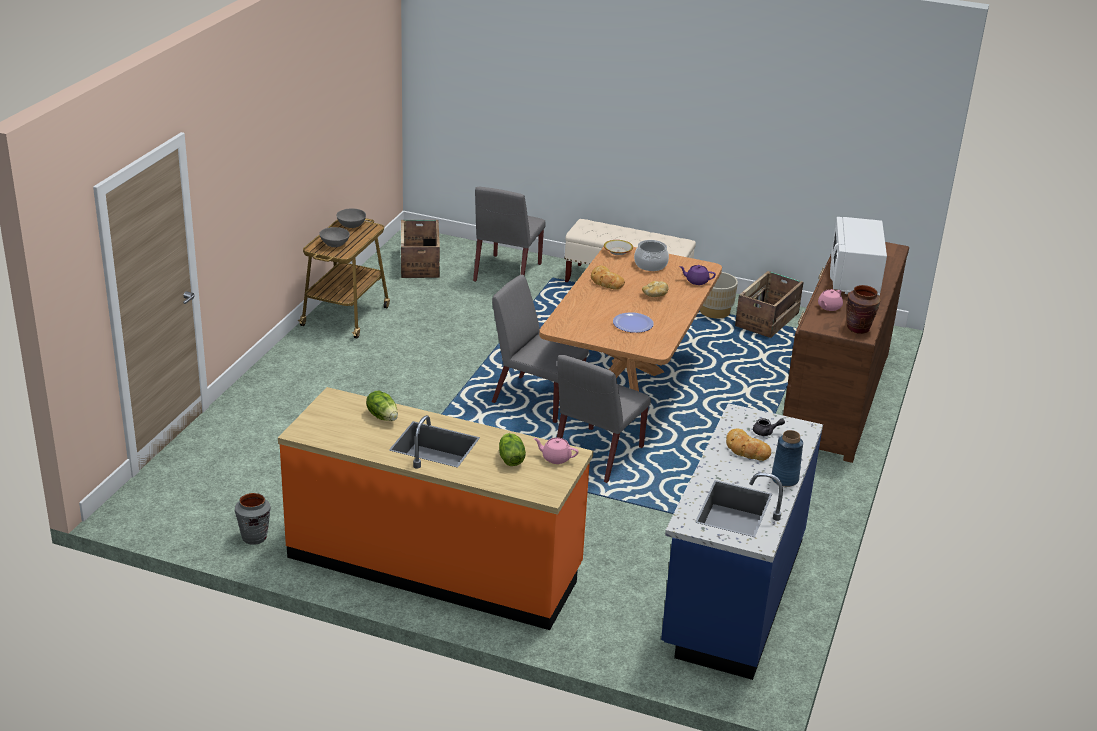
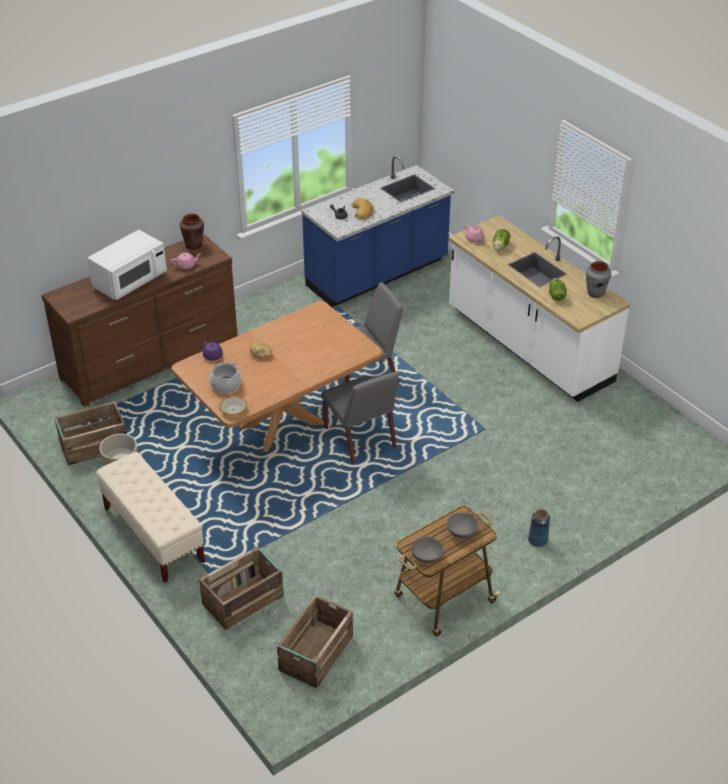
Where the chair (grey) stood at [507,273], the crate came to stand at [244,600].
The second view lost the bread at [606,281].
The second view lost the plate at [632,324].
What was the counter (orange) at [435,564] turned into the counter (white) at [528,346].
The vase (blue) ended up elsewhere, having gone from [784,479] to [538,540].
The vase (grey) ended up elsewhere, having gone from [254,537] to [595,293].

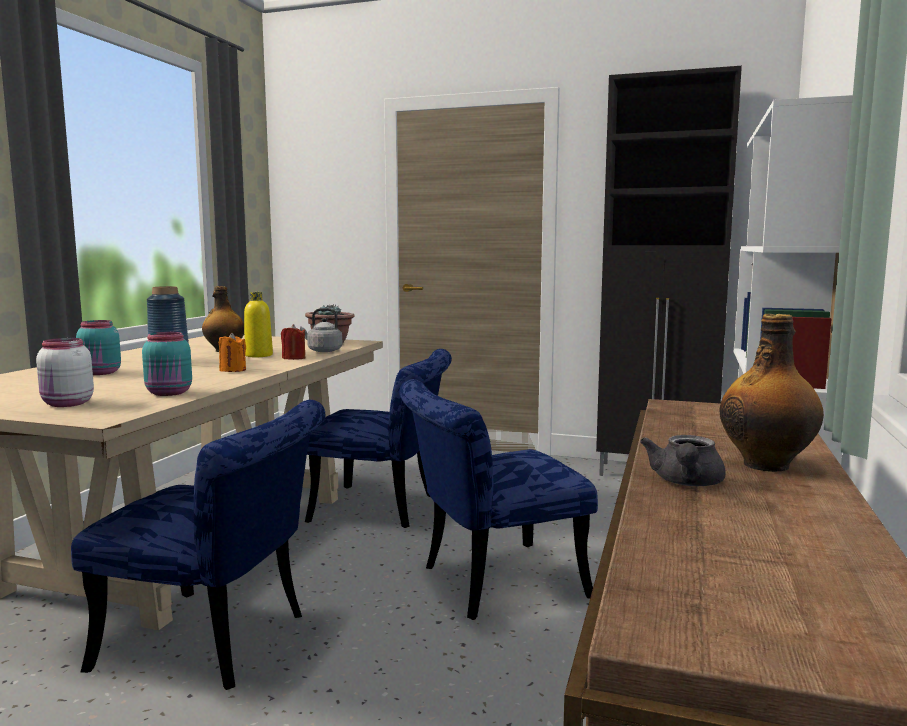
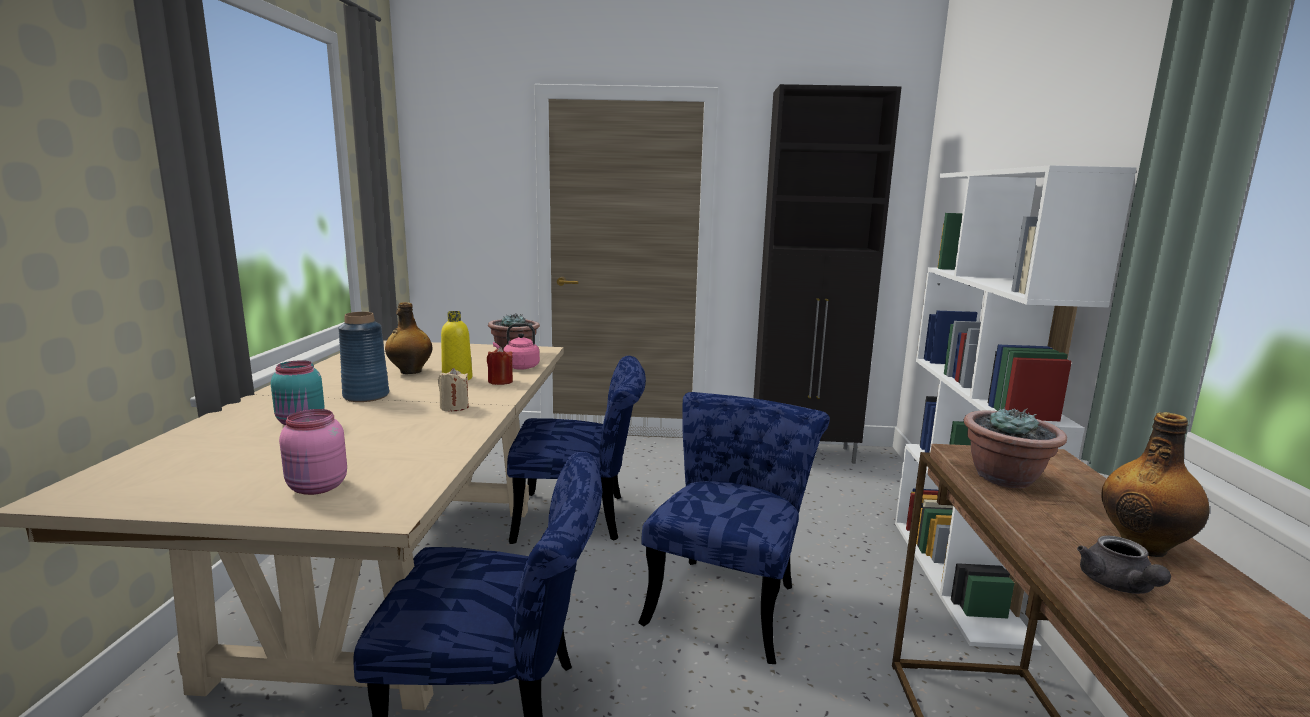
What was the kettle (grey) at [323,351] turned into the kettle (pink) at [519,367].
The second view lost the jar (turquoise) at [170,393].
What was the candle (orange) at [233,370] turned into the candle (beige) at [454,407].
What was the jar (white) at [67,404] turned into the jar (pink) at [317,487].
The chair (blue) at [490,583] ended up facing another way, 150 degrees clockwise from before.
The second view gained the potted plant at [1005,478].

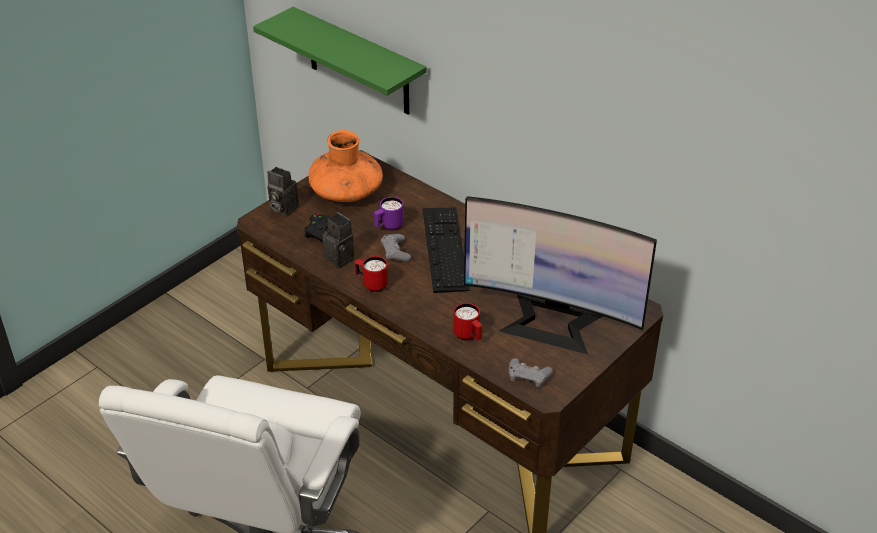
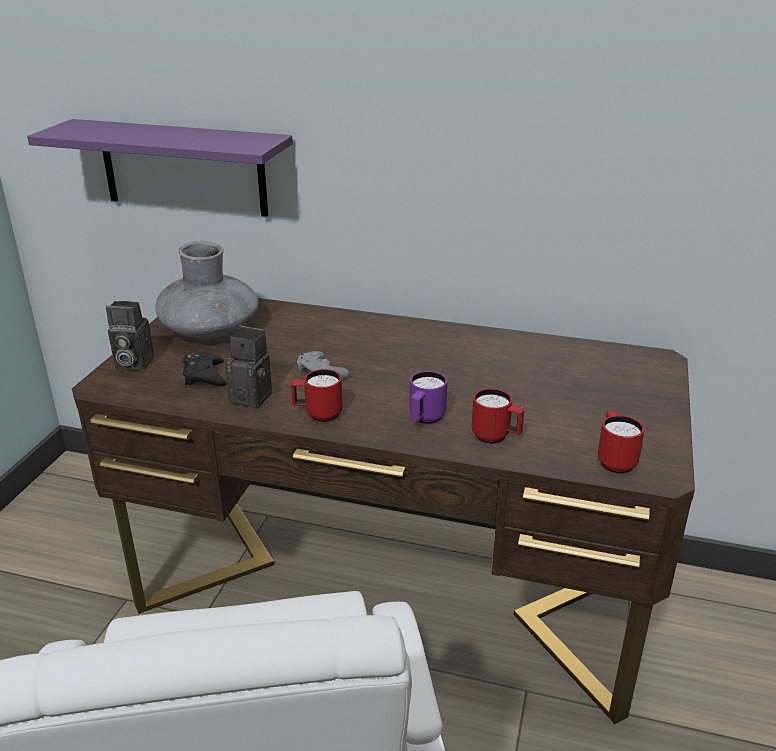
What was the shelf (green) at [358,63] turned into the shelf (purple) at [183,168].
What was the vase (orange) at [346,192] turned into the vase (grey) at [210,330].
The second view lost the monitor at [551,323].
The mug (purple) ended up elsewhere, having gone from [388,227] to [424,419].
The second view lost the keyboard at [445,248].
Where the game controller (grey) stood at [528,376], the mug (red) came to stand at [614,460].

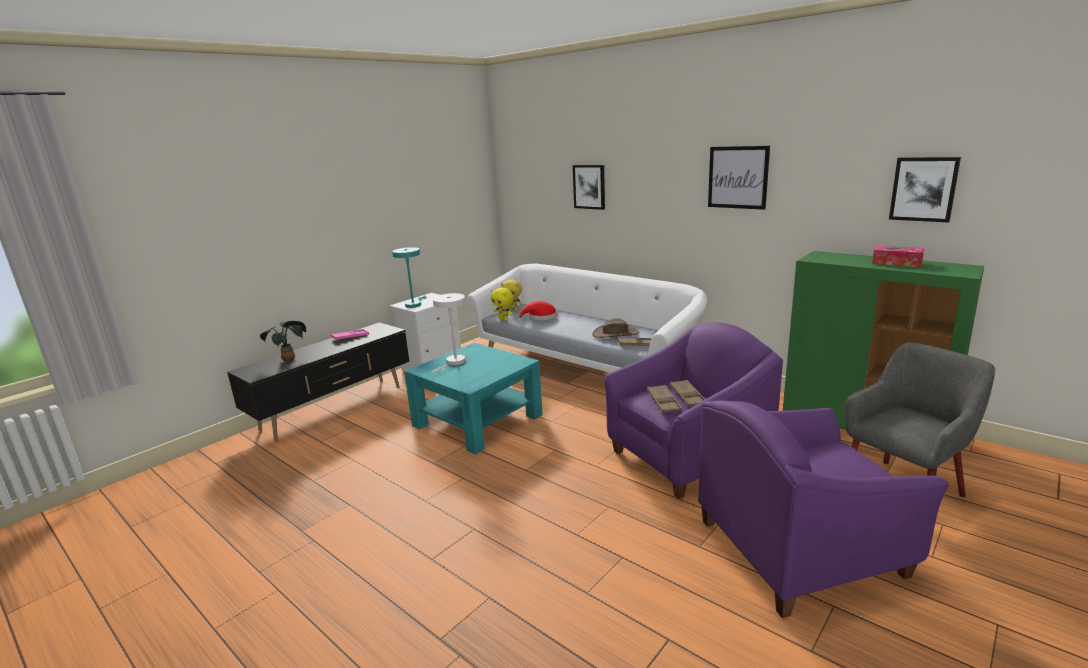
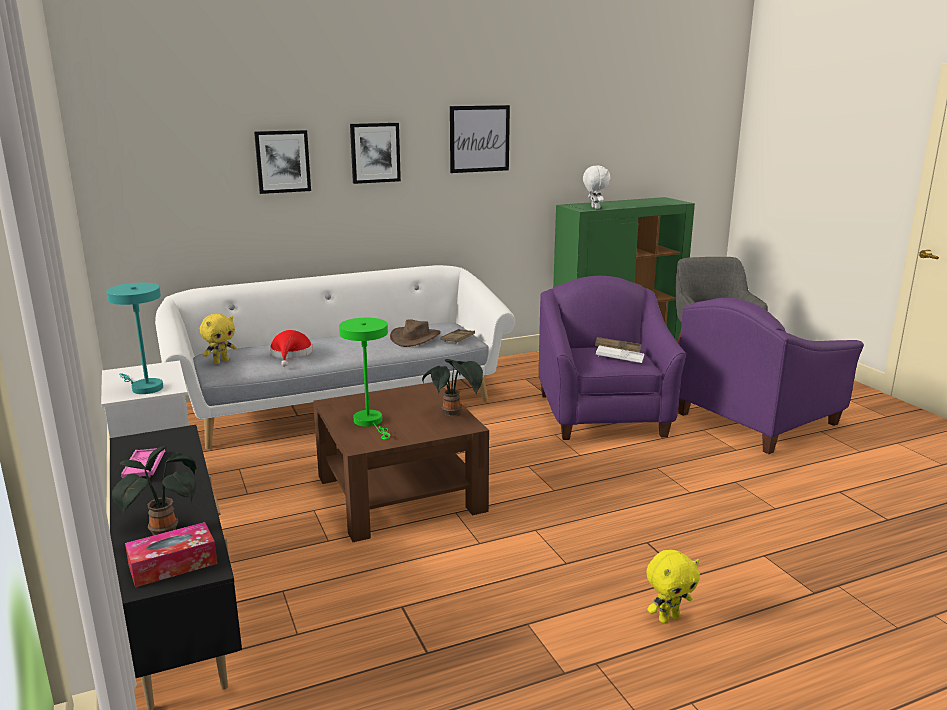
The picture ended up elsewhere, having gone from [923,189] to [375,152].
The tissue box ended up elsewhere, having gone from [896,263] to [173,564].
The plush toy (yellow) ended up elsewhere, having gone from [504,319] to [668,618].
What was the table lamp (white) at [453,363] turned into the table lamp (green) at [370,422].
What was the coffee table (turquoise) at [477,420] turned into the coffee table (brown) at [400,493].
What was the tray (brown) at [663,402] turned into the tray (white) at [619,358].
The armchair (purple) at [800,549] ended up facing another way, 45 degrees clockwise from before.
The second view gained the plush toy (white) at [594,208].
The second view gained the potted plant at [453,413].

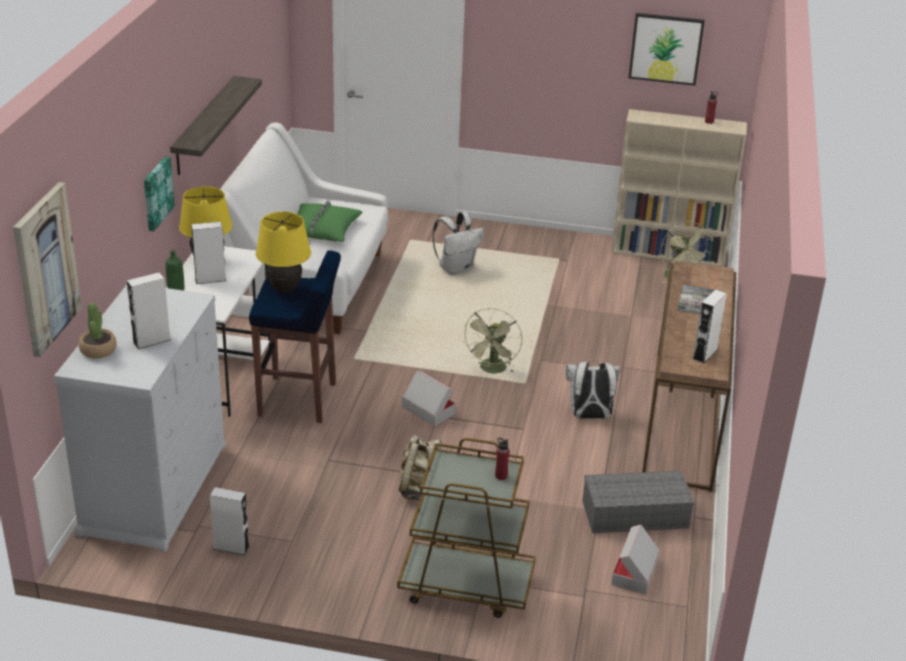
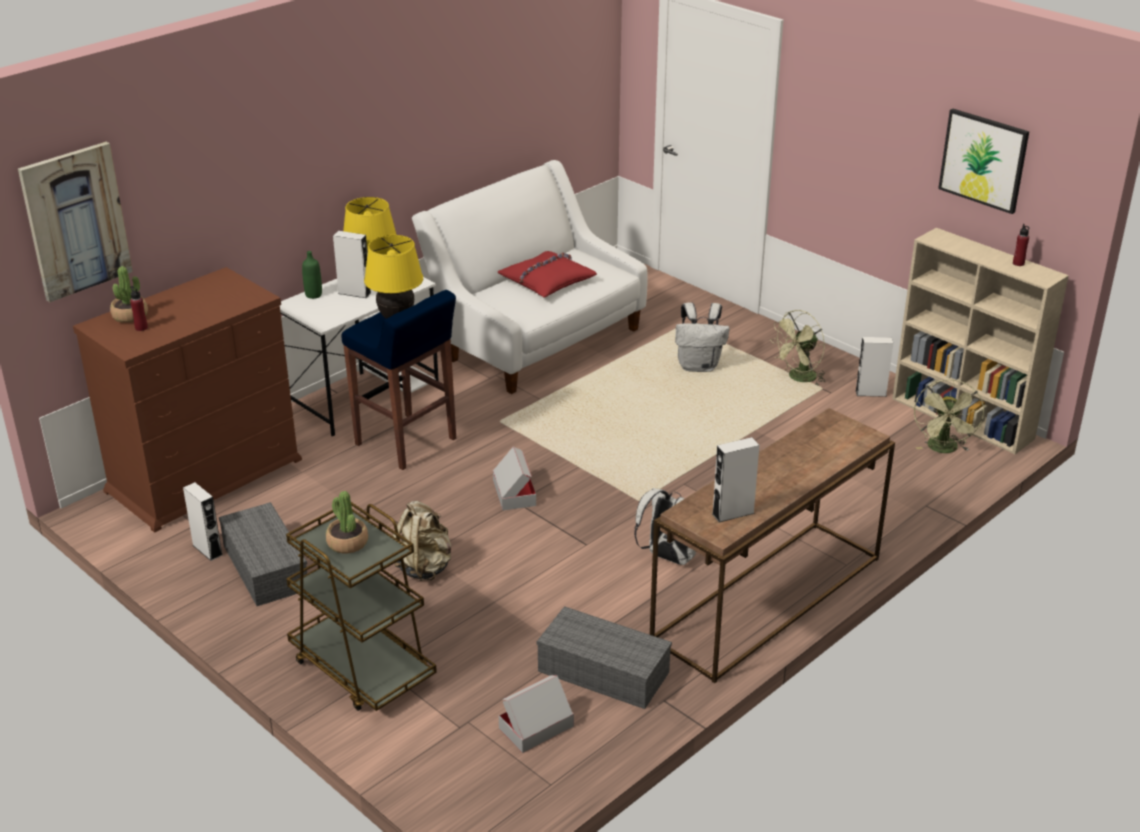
The second view lost the shelf at [204,125].
The second view lost the picture at [156,193].
What was the pillow (green) at [322,229] turned into the pillow (red) at [546,281].
The speaker (white) ended up elsewhere, having gone from [151,341] to [870,393].
What was the dresser (white) at [154,488] turned into the dresser (brown) at [205,475].
The second view lost the book at [696,301].
The fan (green) ended up elsewhere, having gone from [492,370] to [798,378].
The bottle (red) ended up elsewhere, having gone from [501,476] to [141,328].
The second view gained the potted plant at [347,543].
The second view gained the storage box (grey) at [264,567].

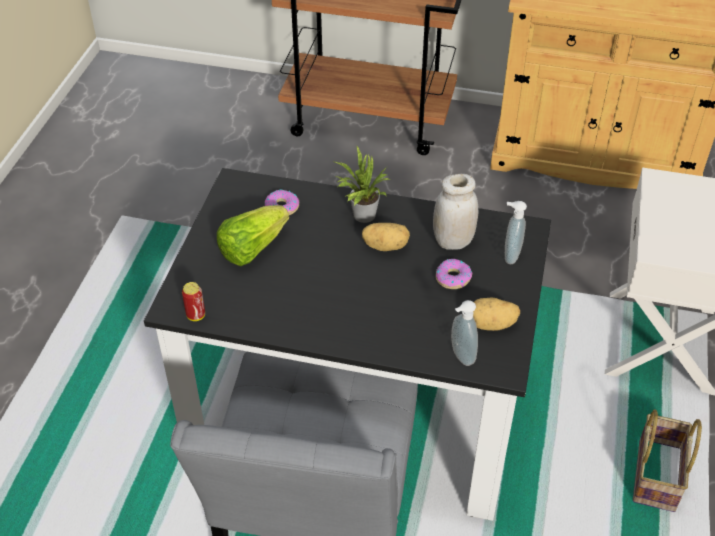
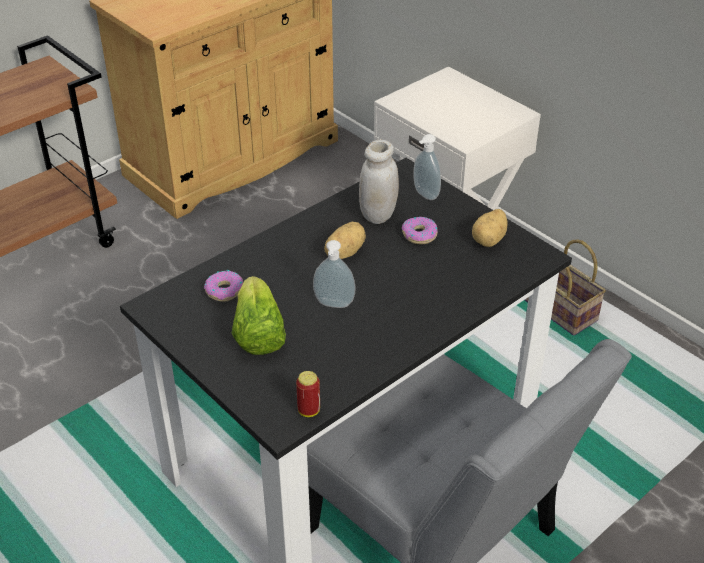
The second view lost the potted plant at [361,216].
The soap dispenser ended up elsewhere, having gone from [460,356] to [333,305].

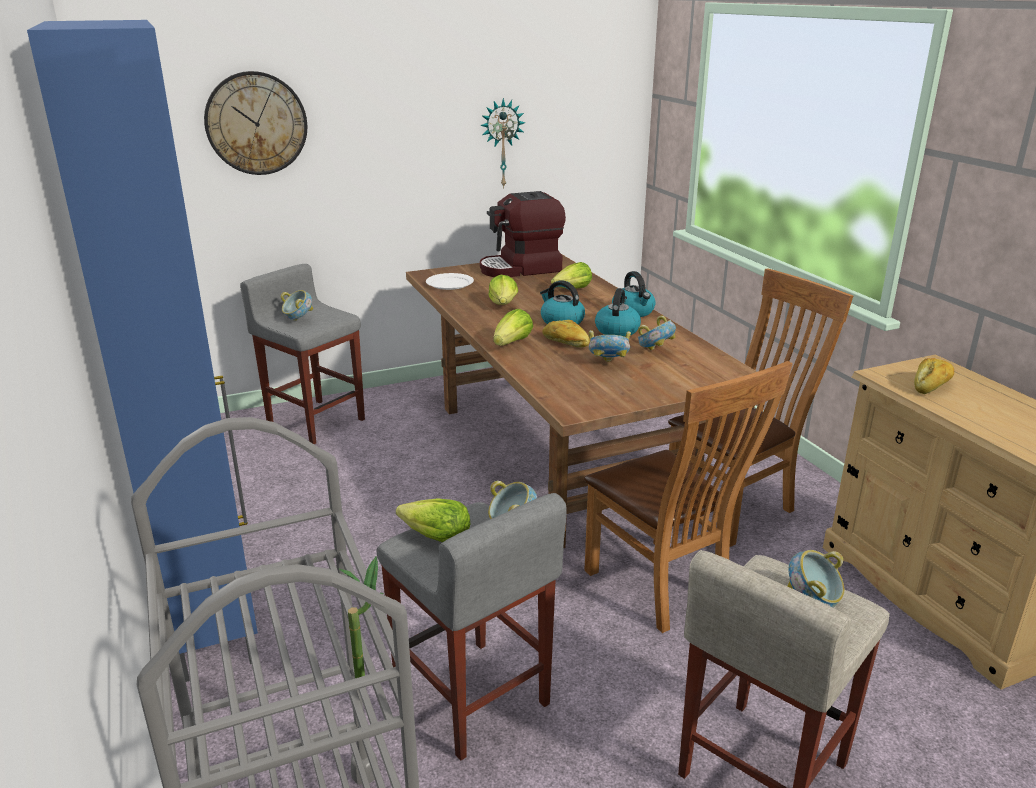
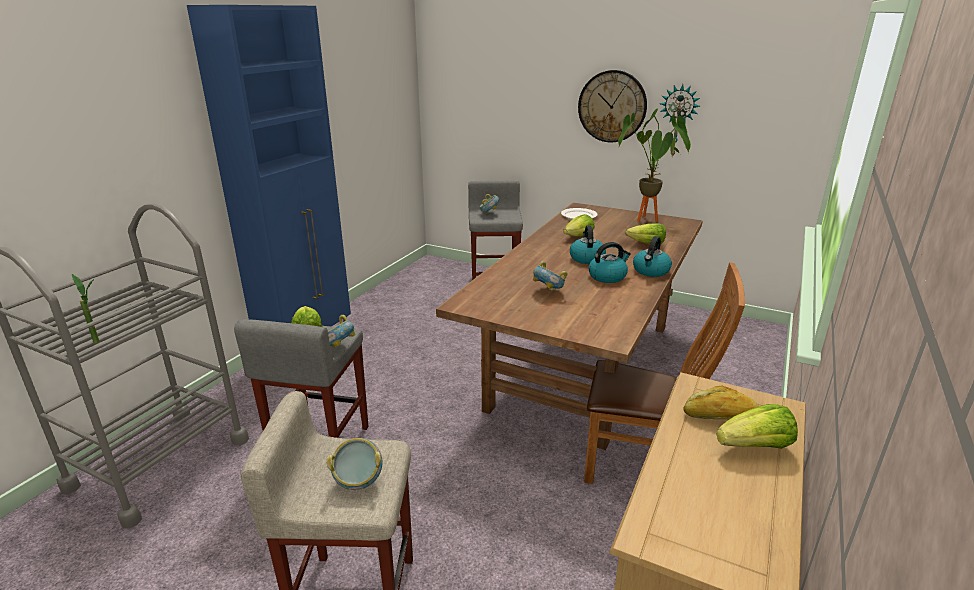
The wall clock ended up elsewhere, having gone from [256,123] to [612,106].
Where the coffee machine stood at [521,269], the potted plant came to stand at [646,221].
The lettuce ended up elsewhere, having gone from [512,343] to [756,447].
The second view lost the bowl at [655,351].
The second view lost the bread at [565,343].
The second view lost the chair (brown) at [663,589].

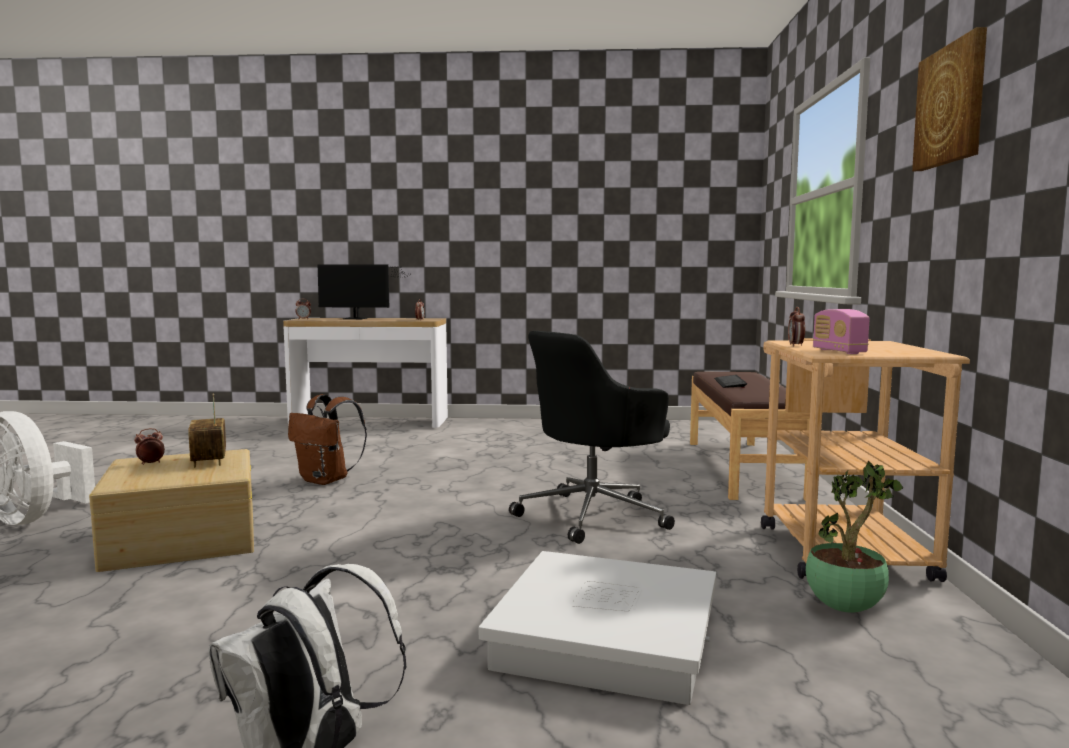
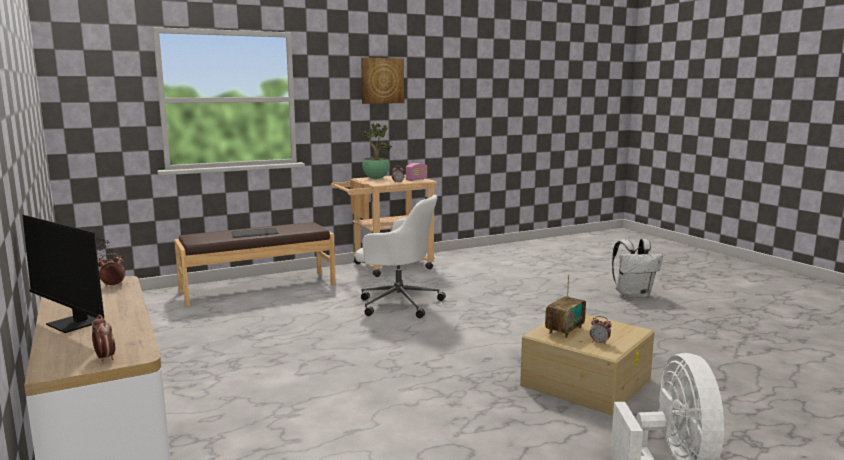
The monitor at [358,318] ended up facing another way, 150 degrees clockwise from before.
What was the office chair (black) at [594,515] turned into the office chair (white) at [398,303].
The second view lost the backpack (brown) at [327,480].
The potted plant ended up elsewhere, having gone from [845,608] to [375,178].
The second view lost the storage box (white) at [606,639].

